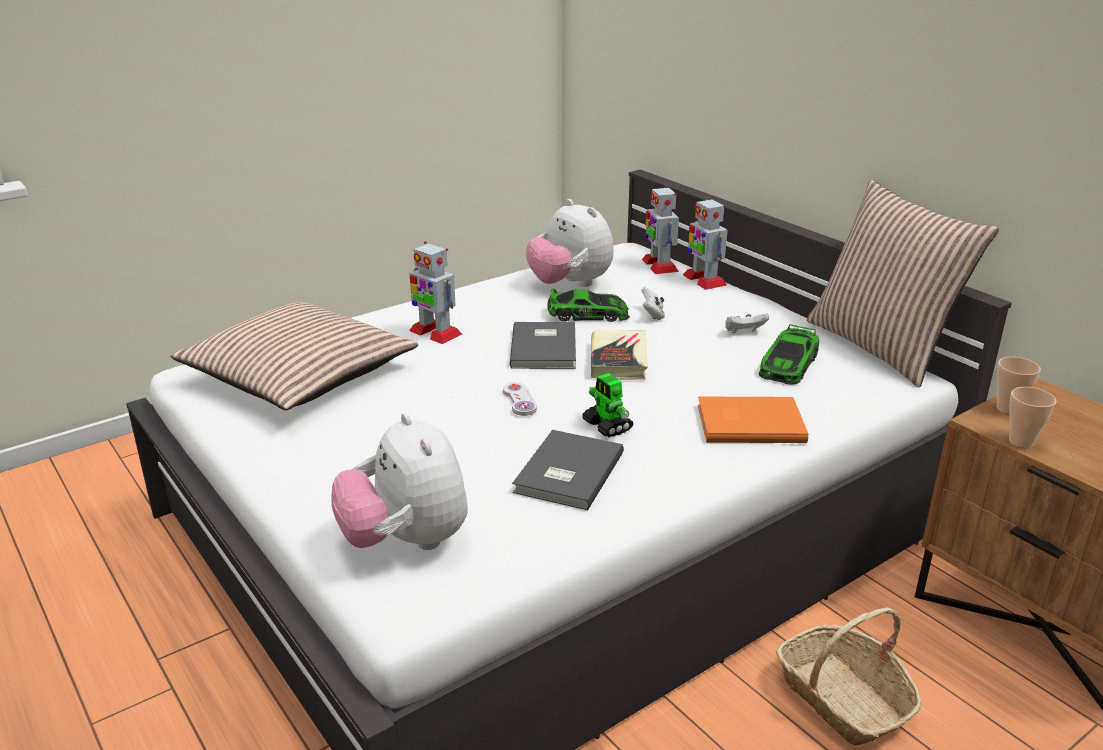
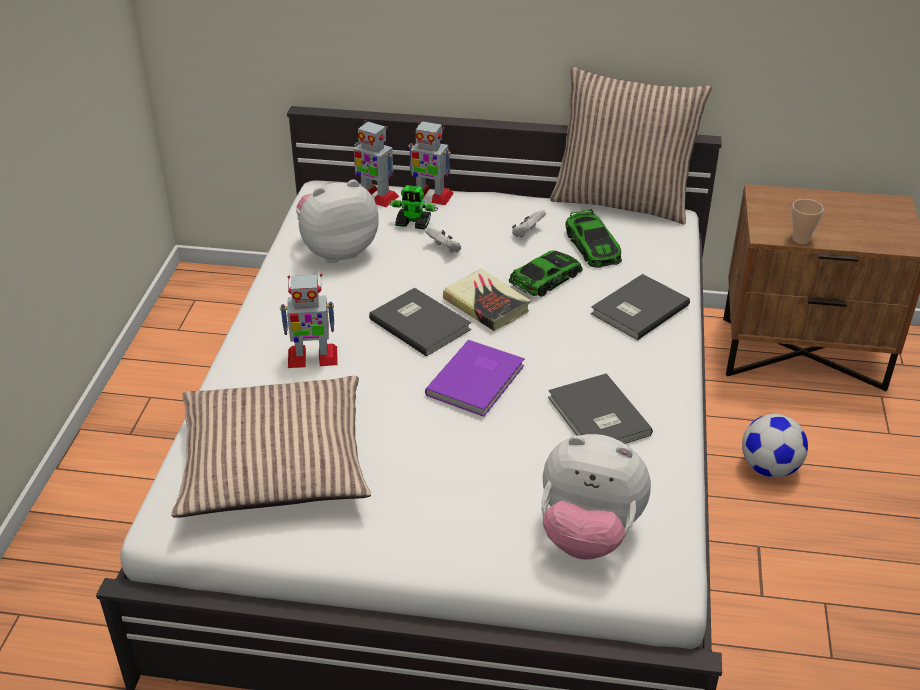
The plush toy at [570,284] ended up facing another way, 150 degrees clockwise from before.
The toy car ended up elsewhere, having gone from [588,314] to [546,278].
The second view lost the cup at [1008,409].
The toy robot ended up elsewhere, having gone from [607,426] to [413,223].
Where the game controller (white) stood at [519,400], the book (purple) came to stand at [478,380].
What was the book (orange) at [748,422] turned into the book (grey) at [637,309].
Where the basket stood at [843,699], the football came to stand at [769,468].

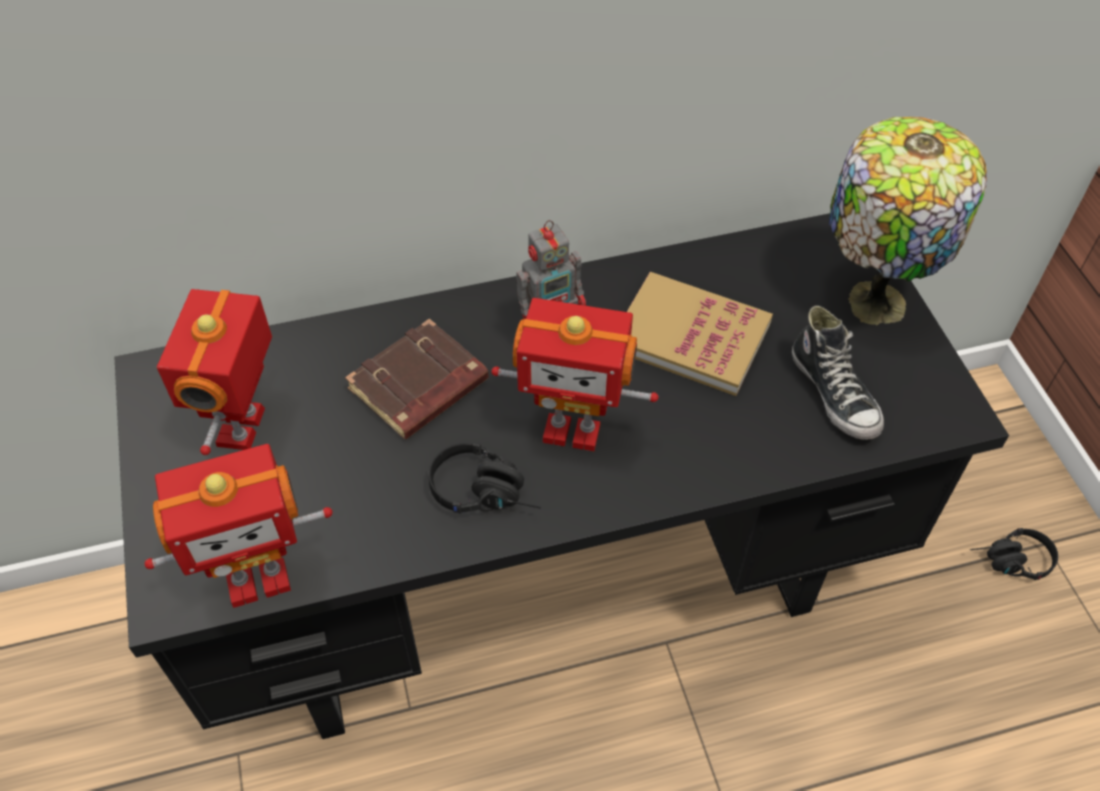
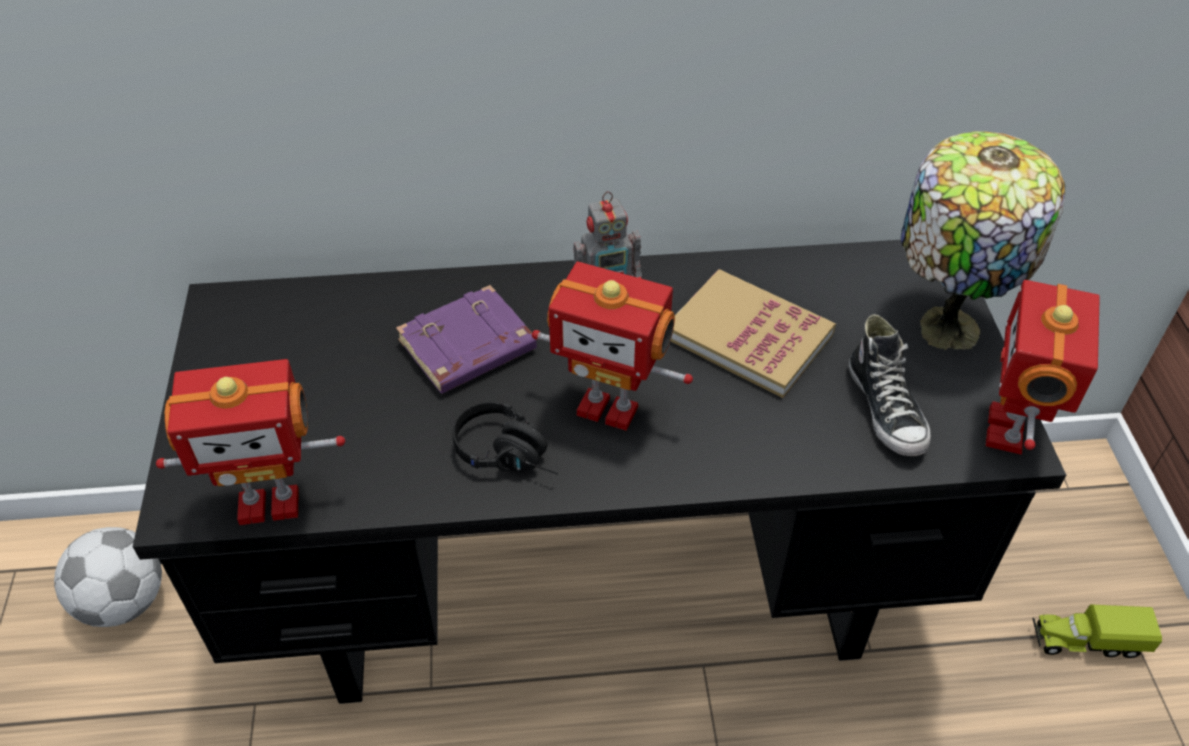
The toy robot ended up elsewhere, having gone from [245,427] to [1010,431].
What was the book (brown) at [419,387] turned into the book (purple) at [467,348].
Where the headphones (black) stood at [1009,562], the toy truck came to stand at [1086,641].
The second view gained the football at [125,601].

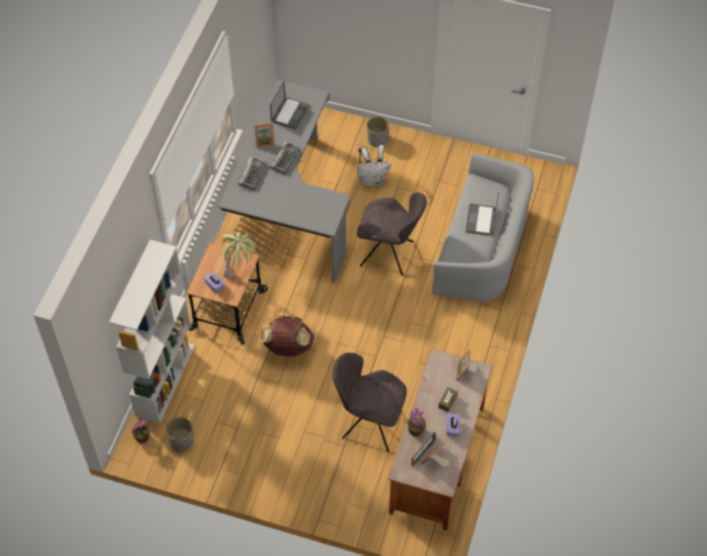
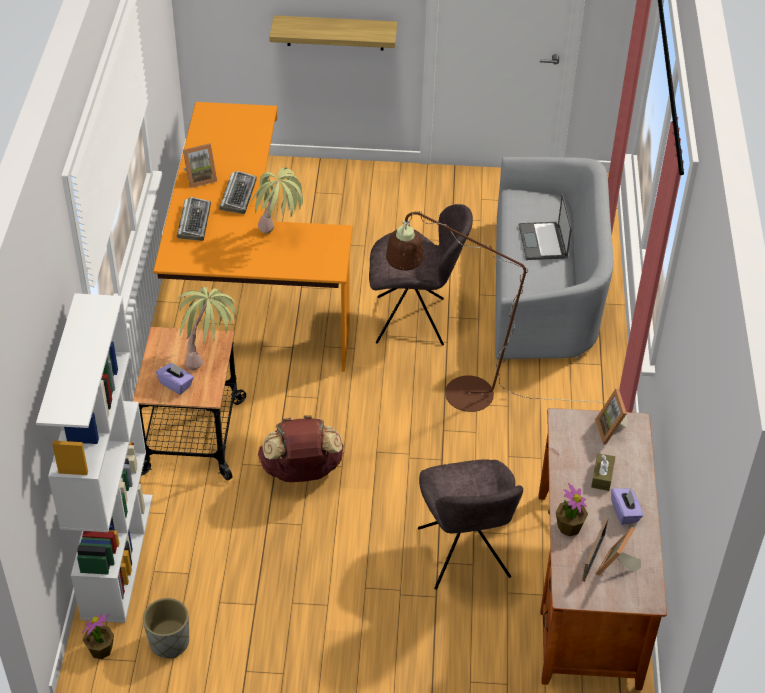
What was the desk (grey) at [288,210] turned into the desk (orange) at [245,288].
The second view lost the laptop at [290,113].
The second view lost the planter (grey) at [377,139].
The second view lost the backpack (white) at [372,180].
The chair (grey) at [369,423] ended up facing another way, 105 degrees counterclockwise from before.
The second view gained the shelf at [335,33].
The second view gained the potted plant at [280,238].
The second view gained the floor lamp (brown) at [456,393].

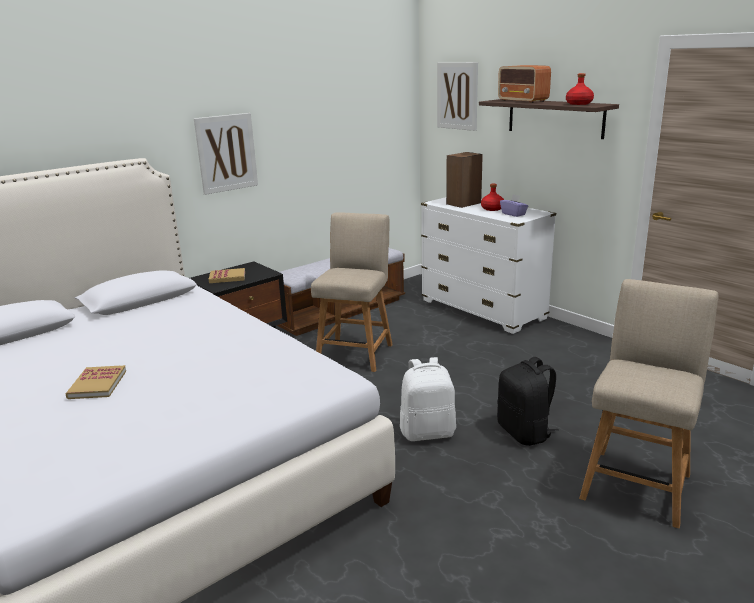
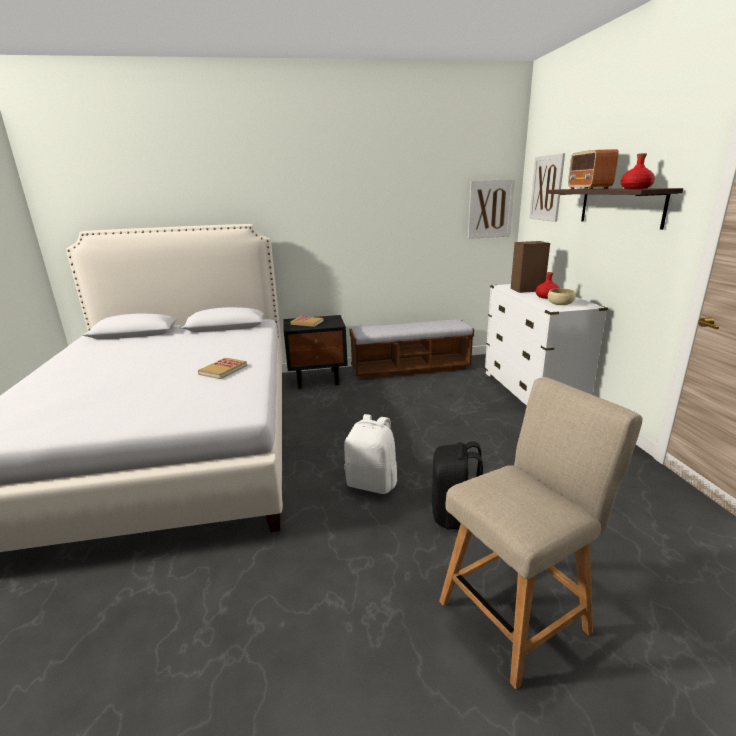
The picture ended up elsewhere, having gone from [226,153] to [490,209].
Where the tissue box (purple) stood at [513,214], the bowl (beige) came to stand at [560,303].
The second view lost the chair (beige) at [356,352].
The book ended up elsewhere, having gone from [97,384] to [223,370].

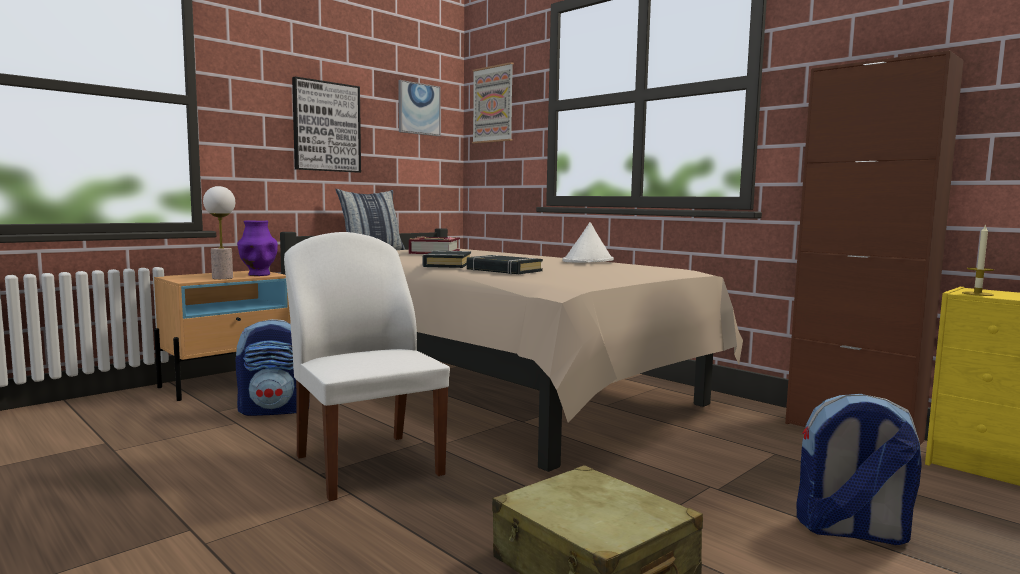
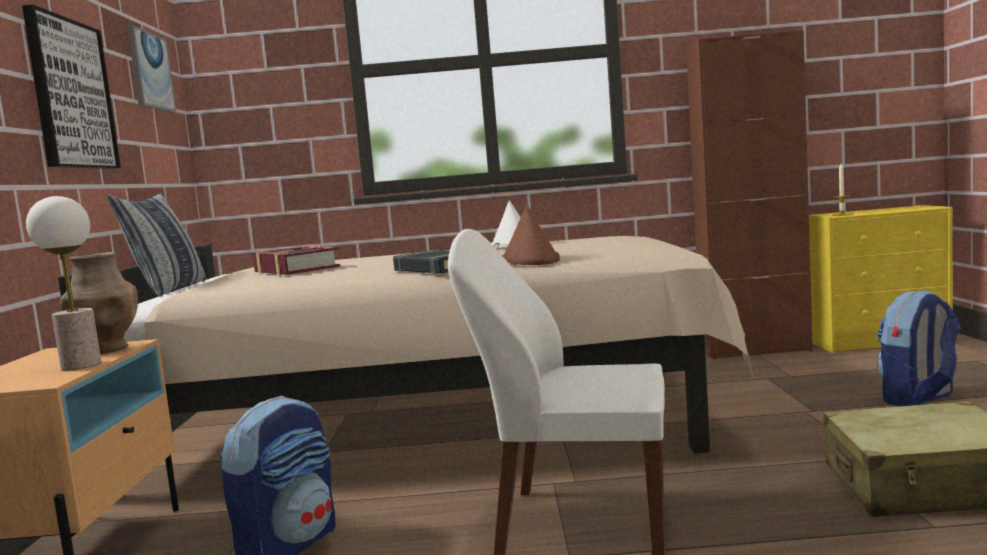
The second view lost the picture at [493,104].
What was the vase (purple) at [258,275] turned into the vase (brown) at [108,350].
Where the book (black) stood at [503,270], the hat (brown) came to stand at [530,260].

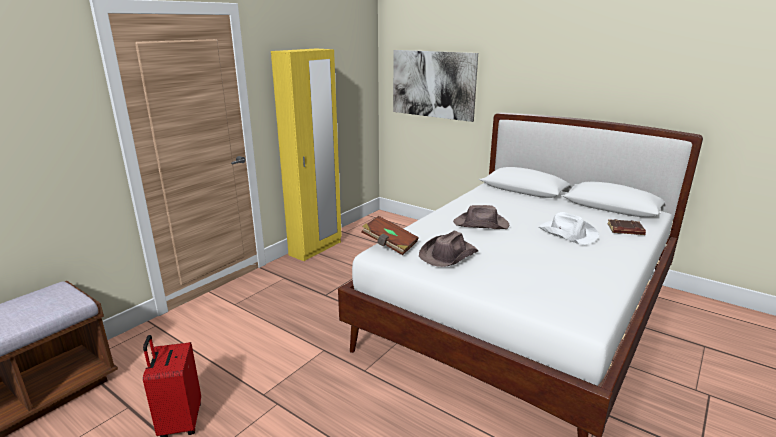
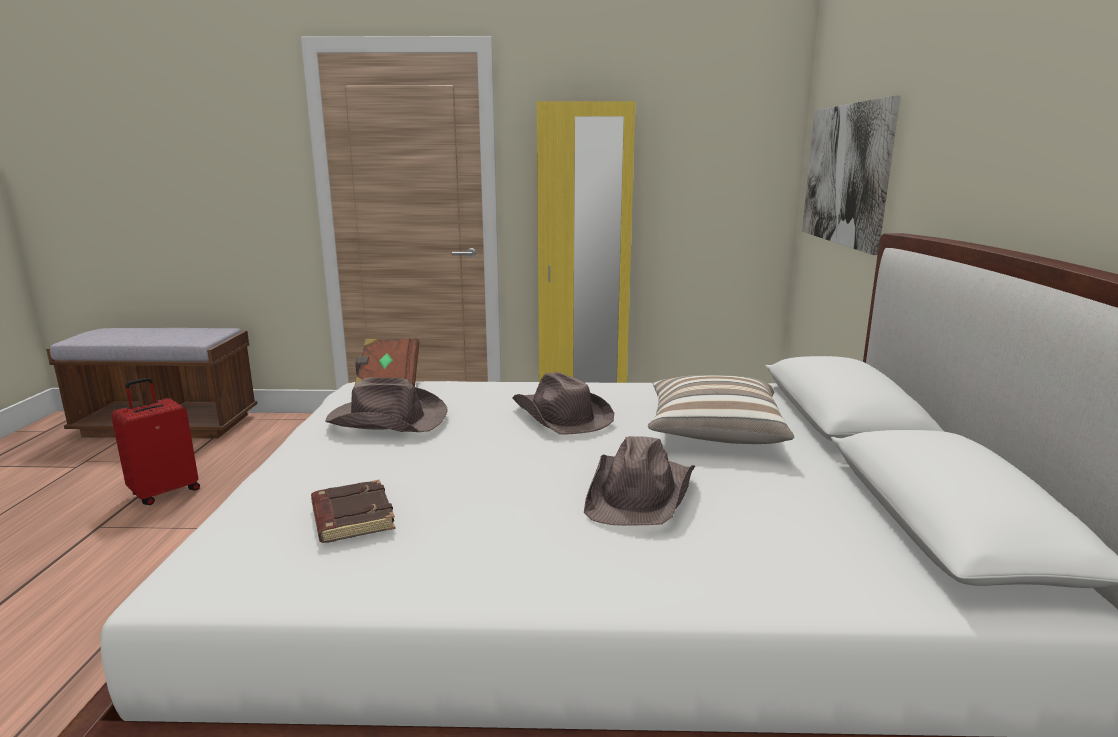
What was the hat (white) at [567,233] turned into the hat (brown) at [641,493].
The book (brown) ended up elsewhere, having gone from [625,230] to [351,518].
The second view gained the pillow at [714,433].

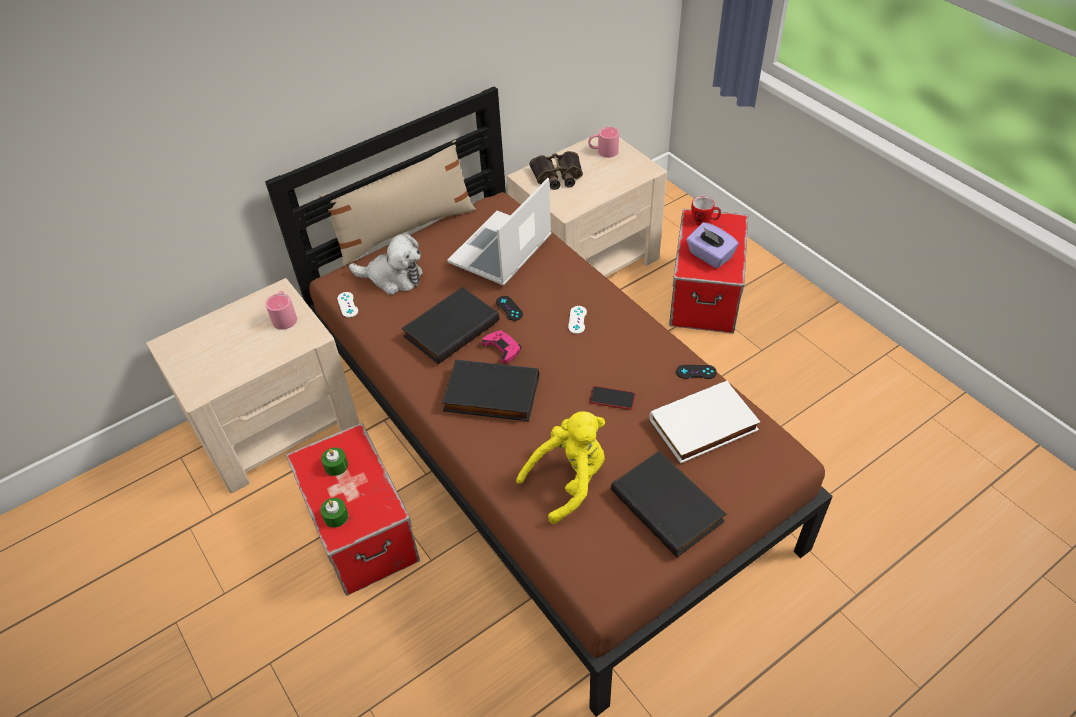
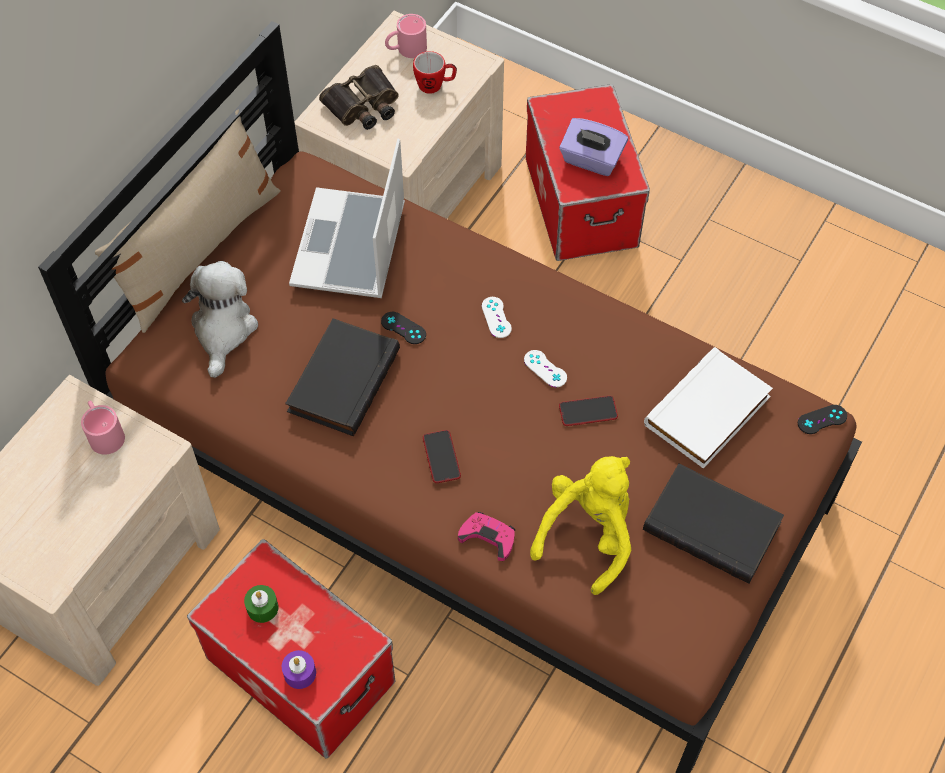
The mug ended up elsewhere, having gone from [704,221] to [435,85].
The plush toy at [393,277] ended up facing another way, 75 degrees counterclockwise from before.
The game controller (white) ended up elsewhere, having gone from [347,305] to [545,369].
The game controller (pink) ended up elsewhere, having gone from [502,348] to [488,537].
Where the book (black) stood at [490,395], the phone came to stand at [441,457].
The game controller (black) ended up elsewhere, having gone from [696,372] to [822,419].
What was the candle (green) at [336,516] turned into the candle (purple) at [300,673].

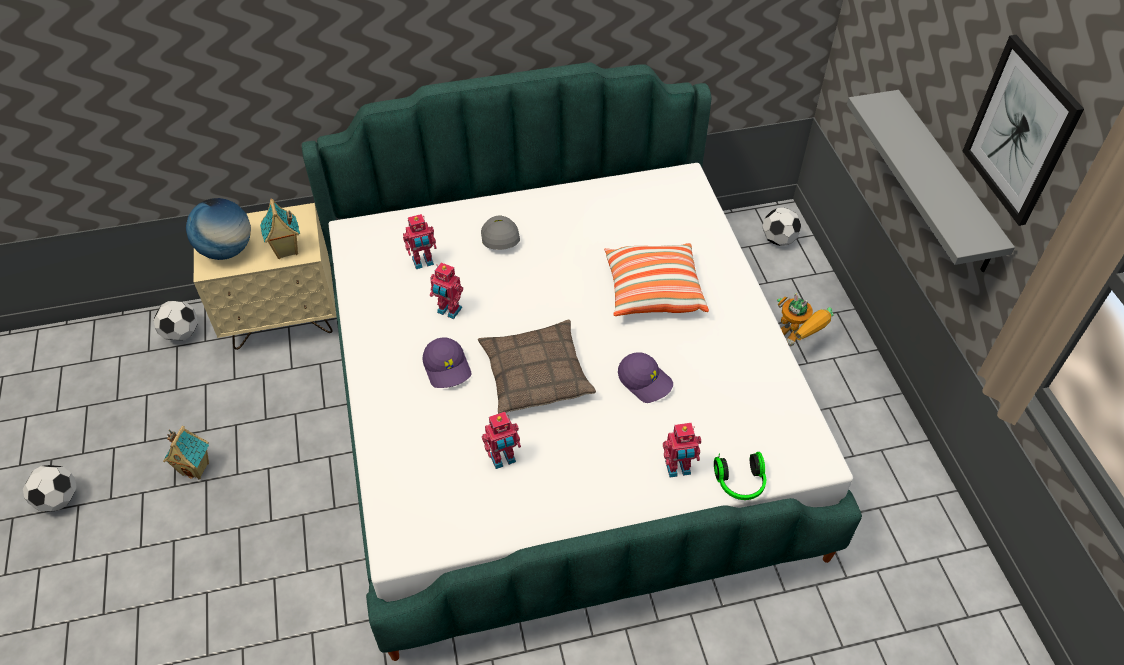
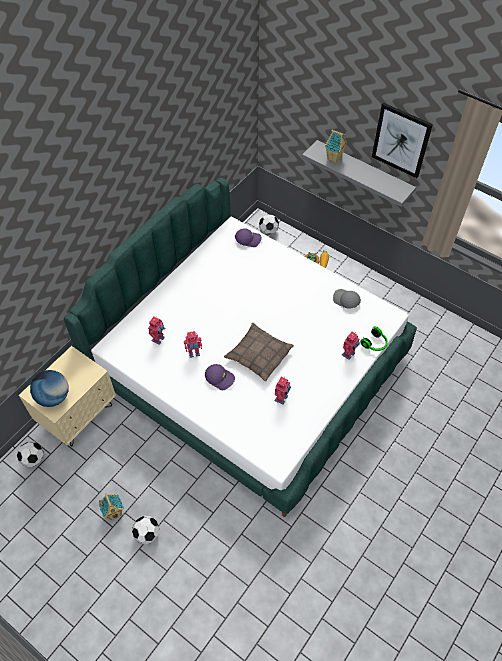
The toy house ended up elsewhere, having gone from [286,251] to [334,158].
The cap (grey) ended up elsewhere, having gone from [499,238] to [346,300].
The second view lost the pillow at [653,291].
The cap (purple) ended up elsewhere, having gone from [645,381] to [248,239].
The football ended up elsewhere, having gone from [59,499] to [147,534].

